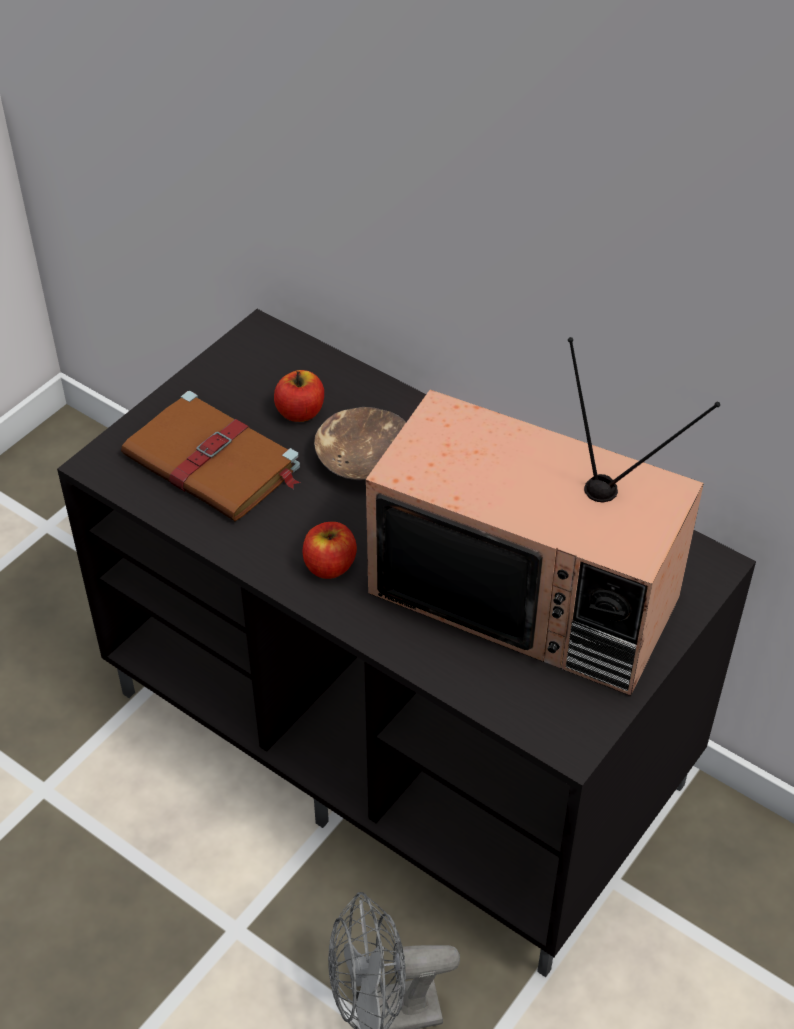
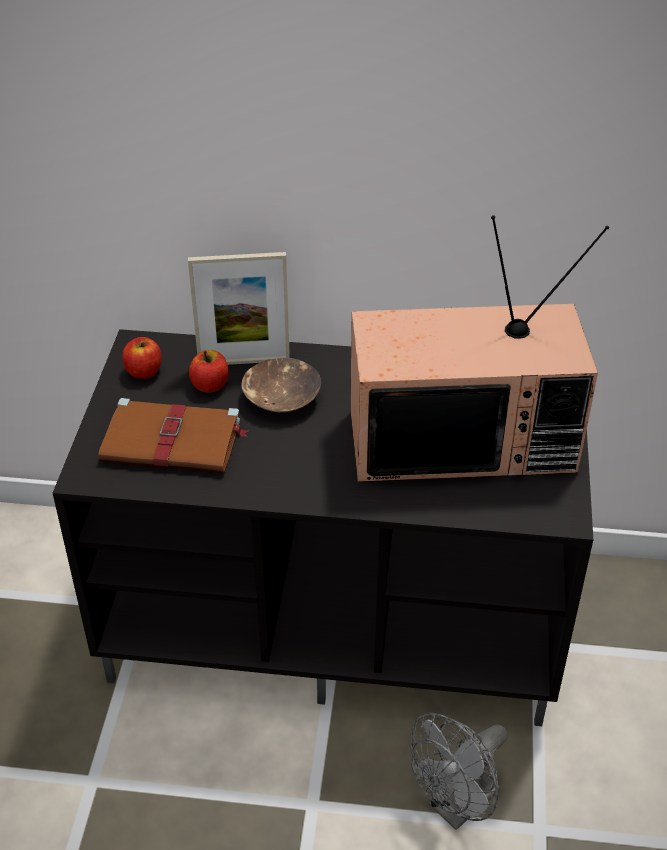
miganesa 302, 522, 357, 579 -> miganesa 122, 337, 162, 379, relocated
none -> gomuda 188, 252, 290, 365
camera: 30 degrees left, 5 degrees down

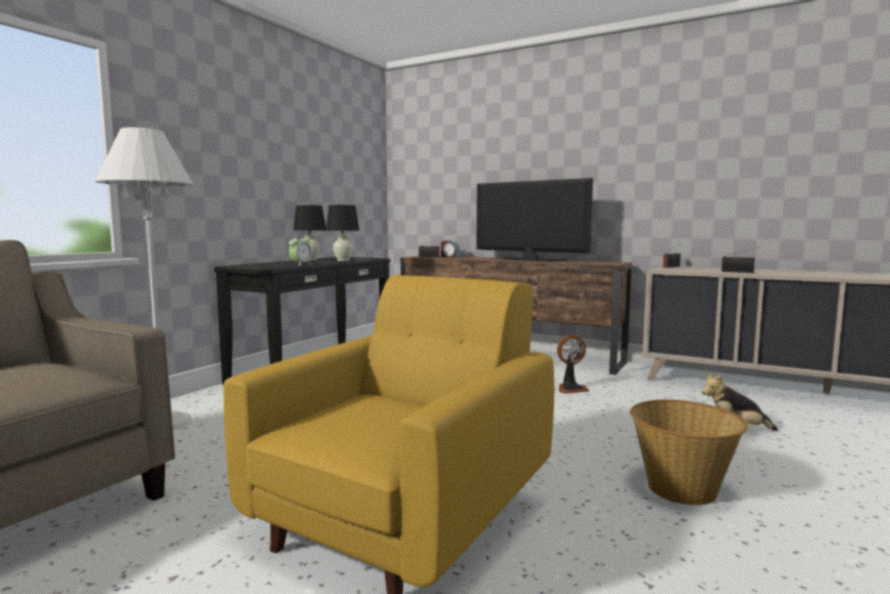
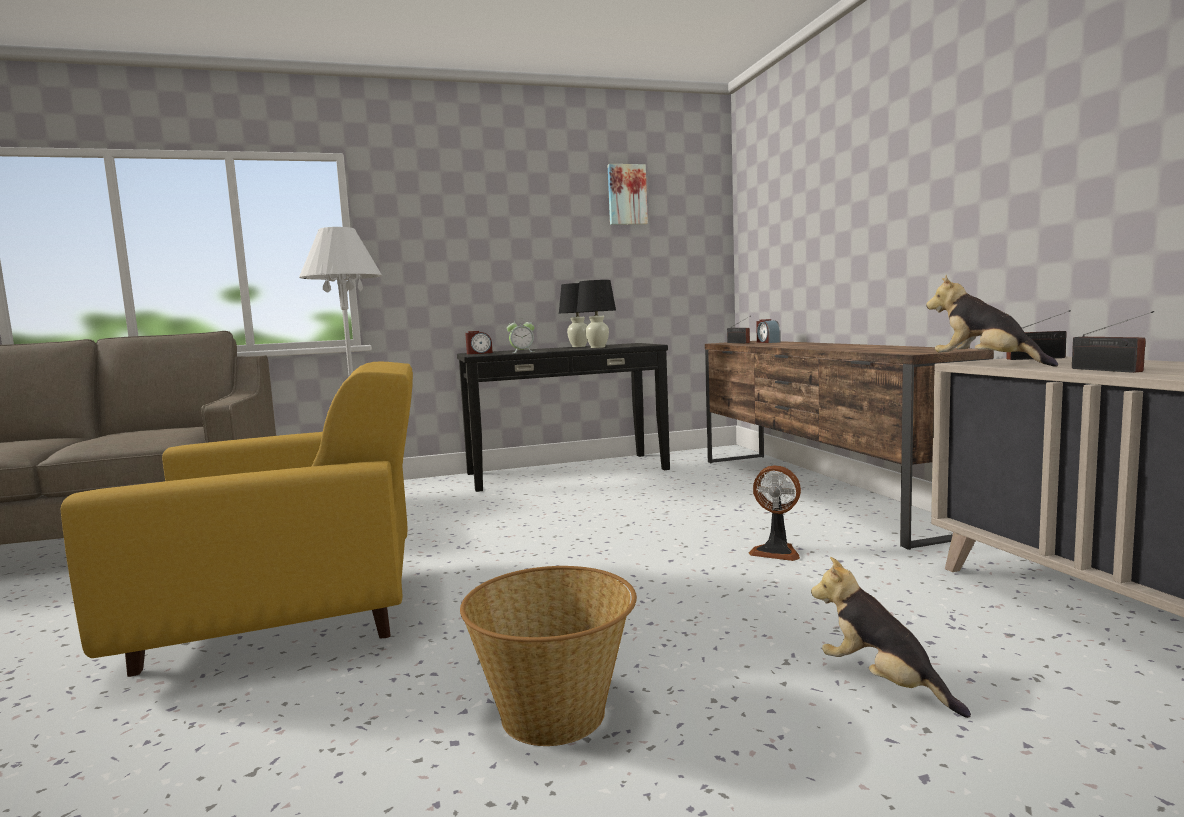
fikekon 476, 178, 593, 262 -> none
none -> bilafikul 465, 331, 493, 354
none -> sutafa 608, 164, 648, 225
none -> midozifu 926, 275, 1058, 367
camera: 45 degrees right, 0 degrees up

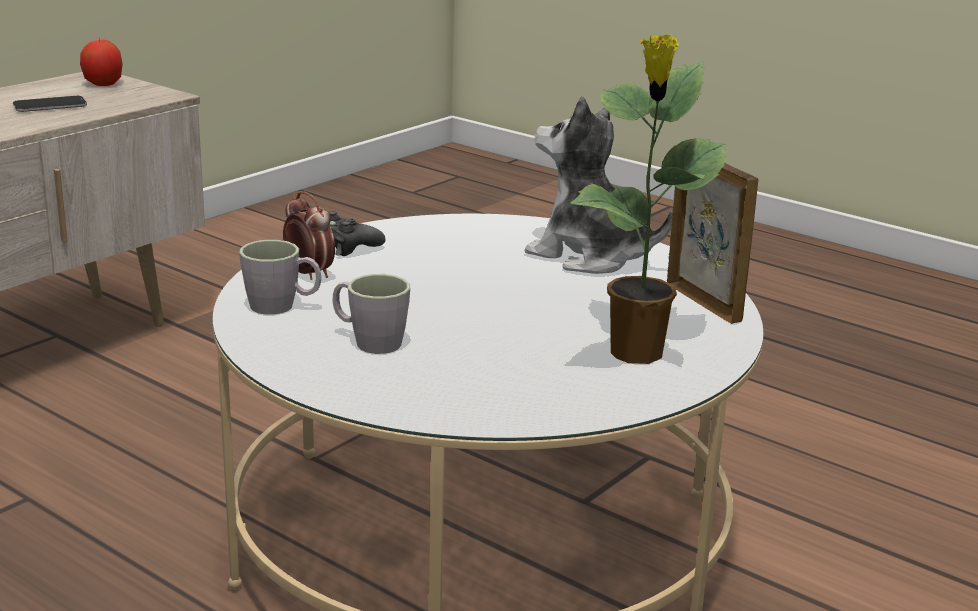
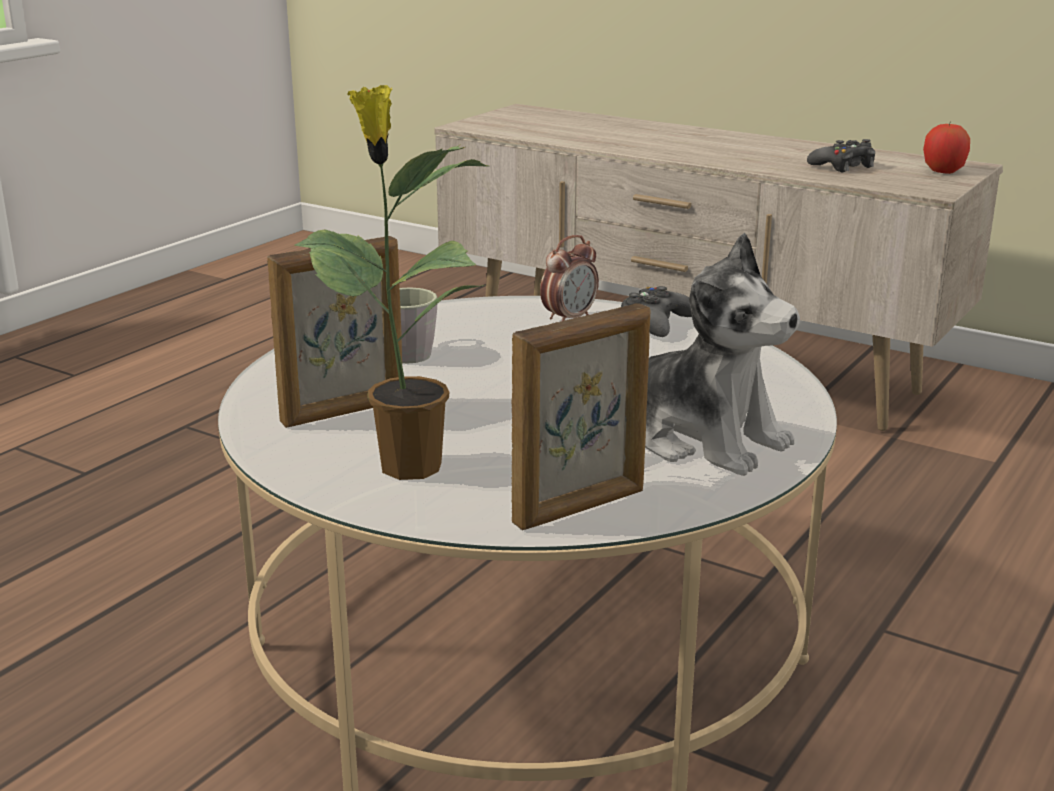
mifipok 13, 96, 87, 112 -> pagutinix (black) 807, 139, 875, 173
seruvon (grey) 239, 240, 321, 315 -> none
midozifu 525, 96, 673, 274 -> midozifu 645, 233, 800, 476, 105 degrees clockwise
none -> gomuda 267, 236, 402, 428
camera: 85 degrees right, 0 degrees up

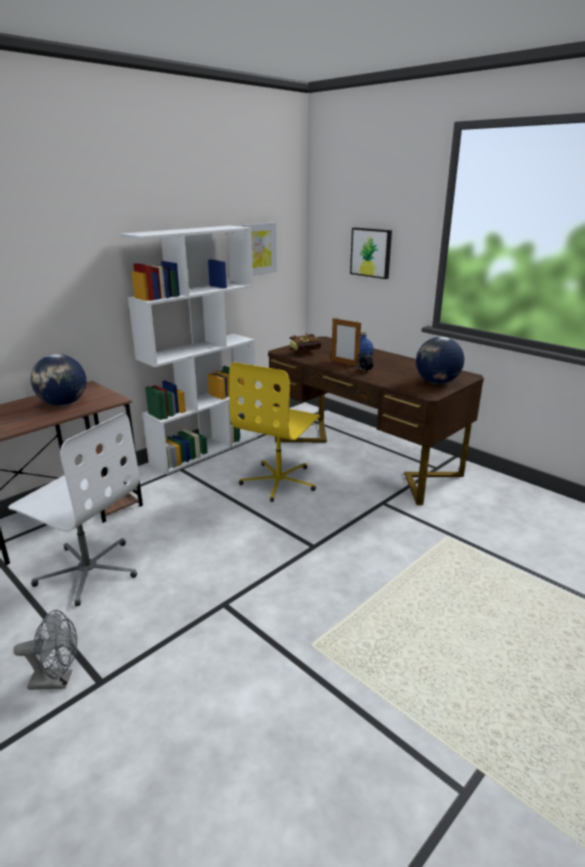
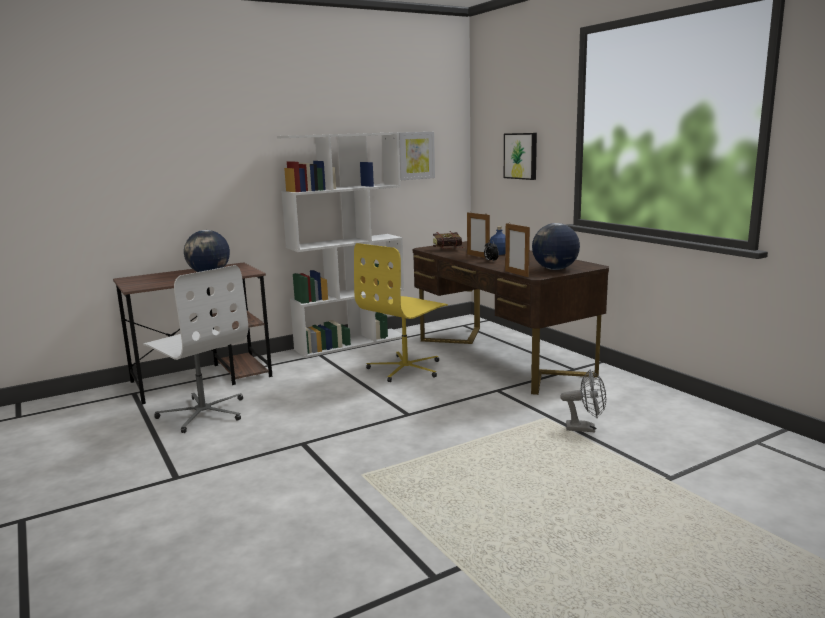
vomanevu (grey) 13, 610, 77, 690 -> vomanevu (grey) 560, 370, 606, 432, relocated
none -> gomuda 505, 223, 530, 277
camera: 15 degrees right, 10 degrees down

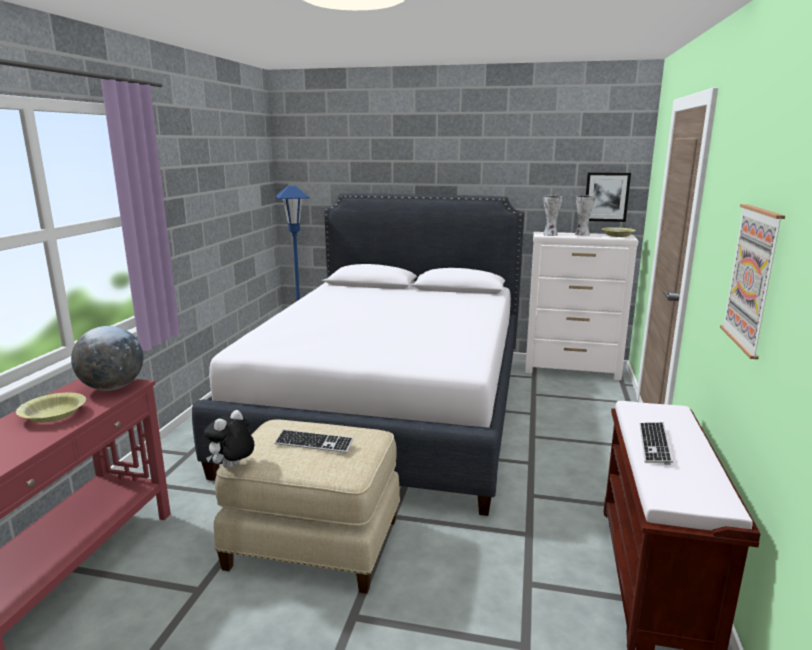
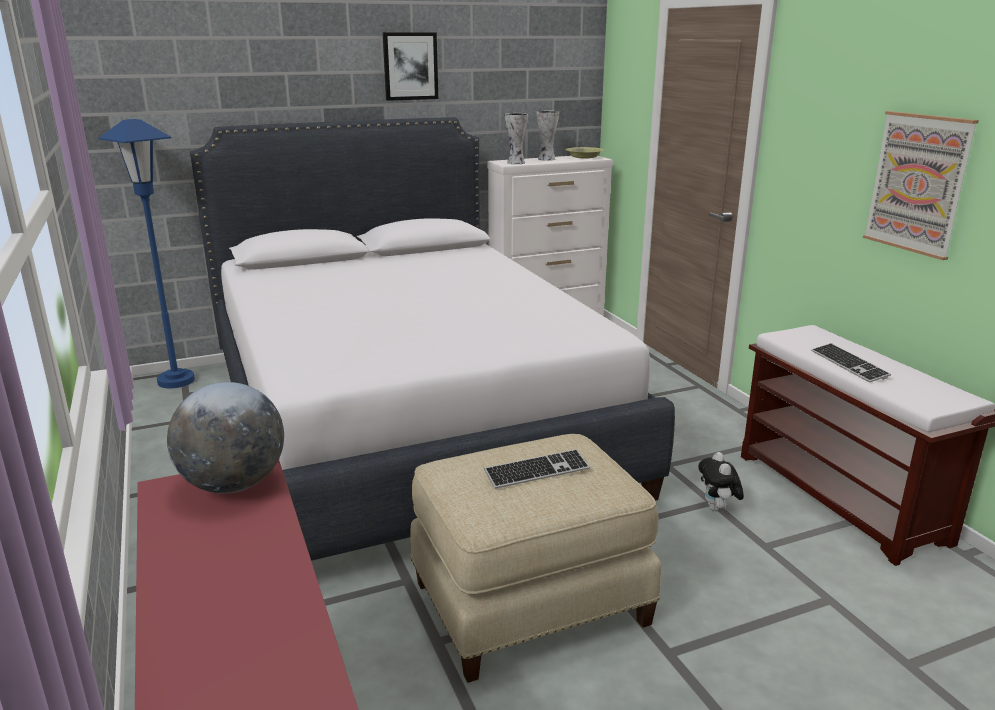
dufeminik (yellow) 16, 393, 86, 423 -> none
midozifu 204, 410, 254, 468 -> midozifu 698, 452, 744, 511, relocated
sutafa 586, 172, 631, 222 -> sutafa 383, 32, 438, 101, relocated
camera: 35 degrees left, 5 degrees up

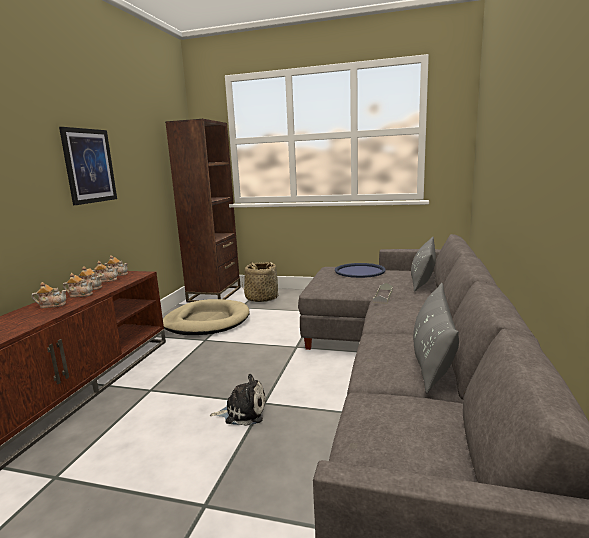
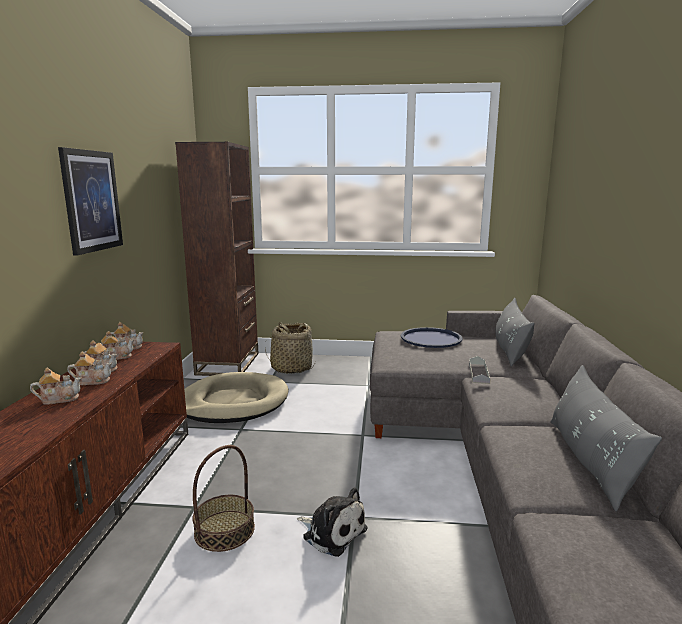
midozifu 210, 374, 266, 426 -> midozifu 297, 487, 367, 557, 45 degrees clockwise
none -> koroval 192, 445, 255, 552
camera: 10 degrees left, 0 degrees up

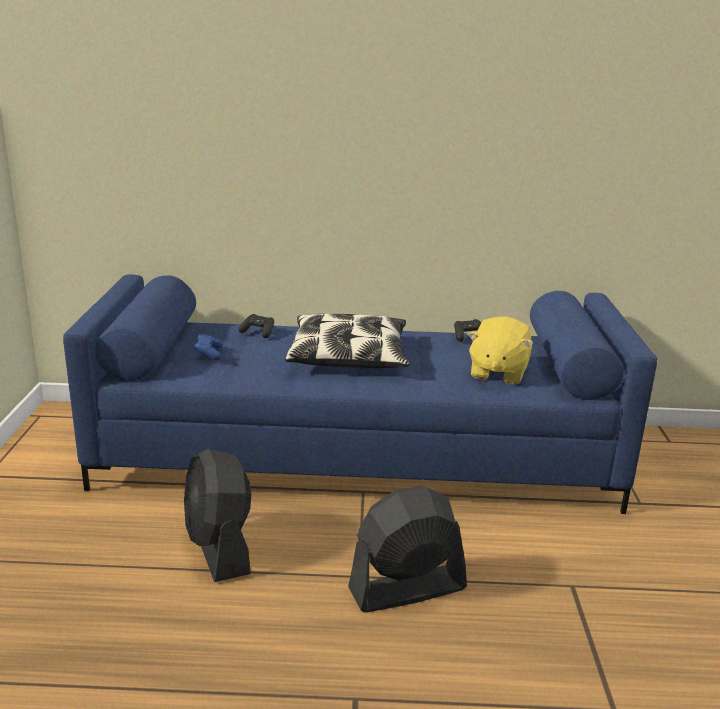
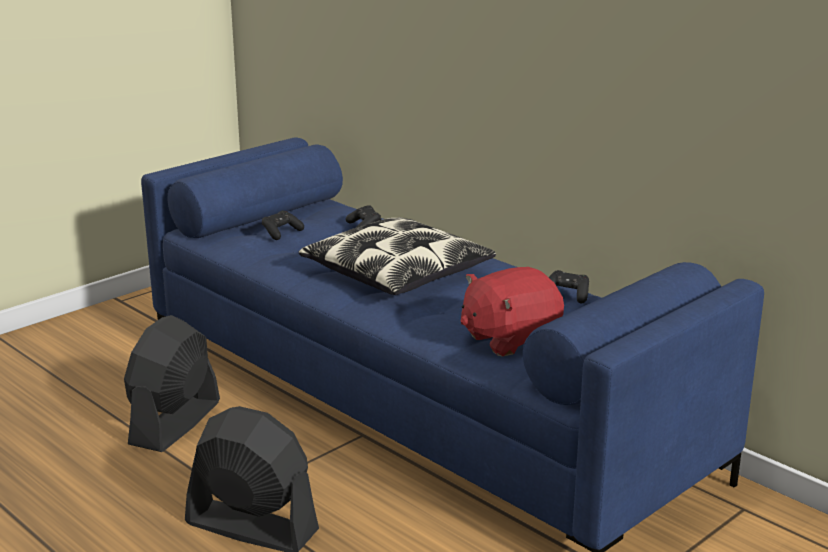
pagutinix (blue) 194, 334, 223, 360 -> pagutinix (black) 262, 211, 304, 240
midozifu (yellow) 467, 316, 533, 385 -> midozifu (red) 461, 267, 564, 356
camera: 45 degrees right, 0 degrees up

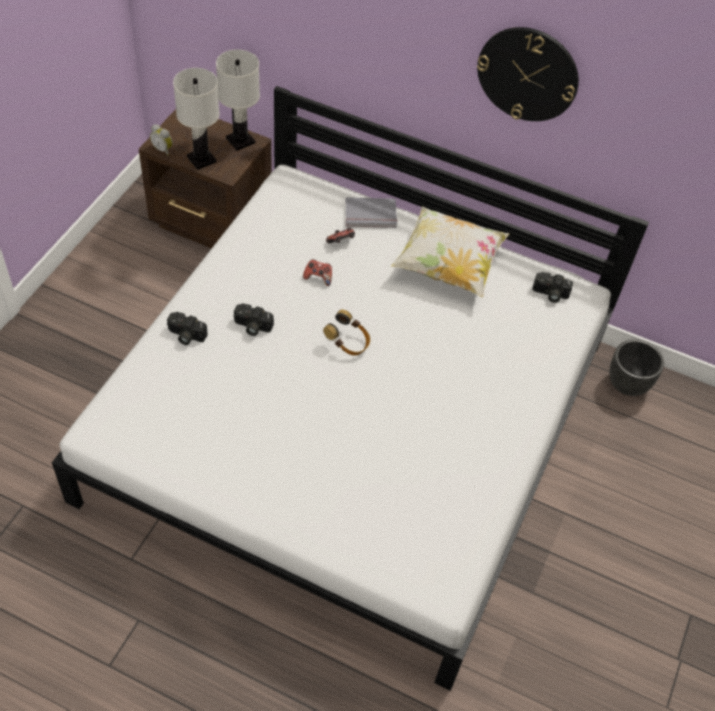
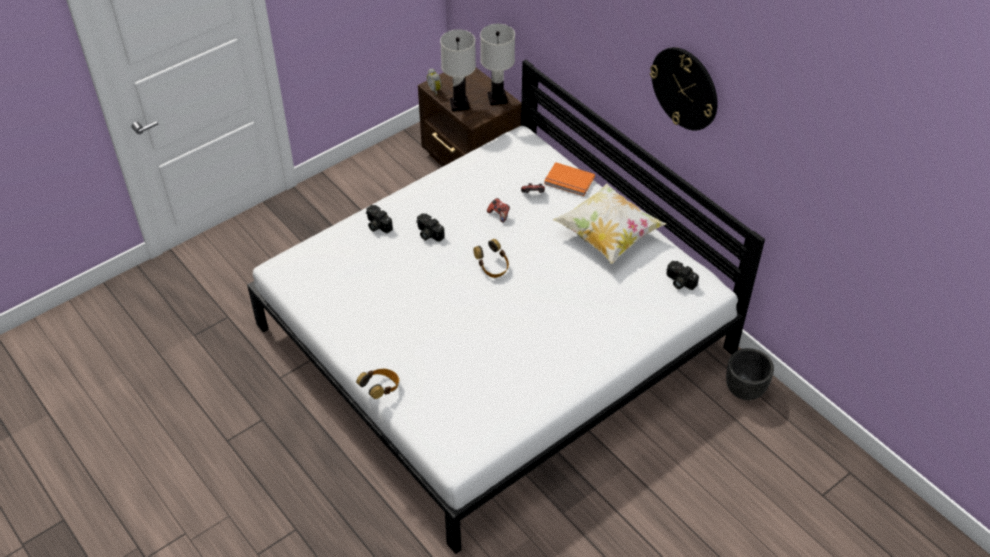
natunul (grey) 346, 197, 397, 228 -> natunul (orange) 544, 162, 595, 196
none -> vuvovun 356, 369, 399, 399
camera: 30 degrees right, 5 degrees down

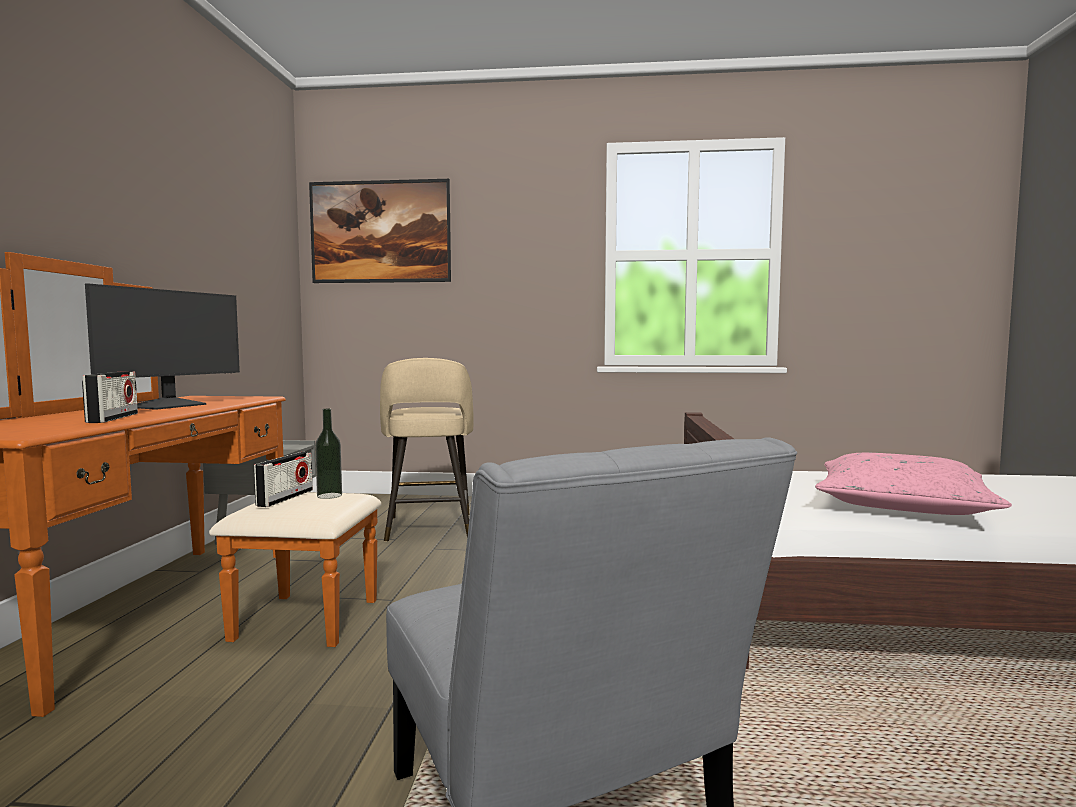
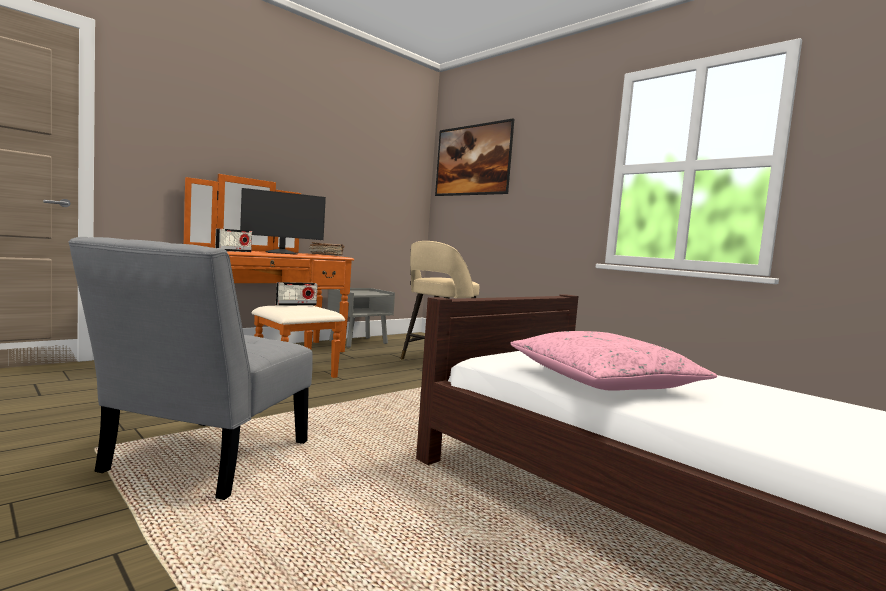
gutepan 315, 409, 342, 499 -> none
none -> natunul (brown) 309, 242, 345, 255
camera: 40 degrees right, 0 degrees up

